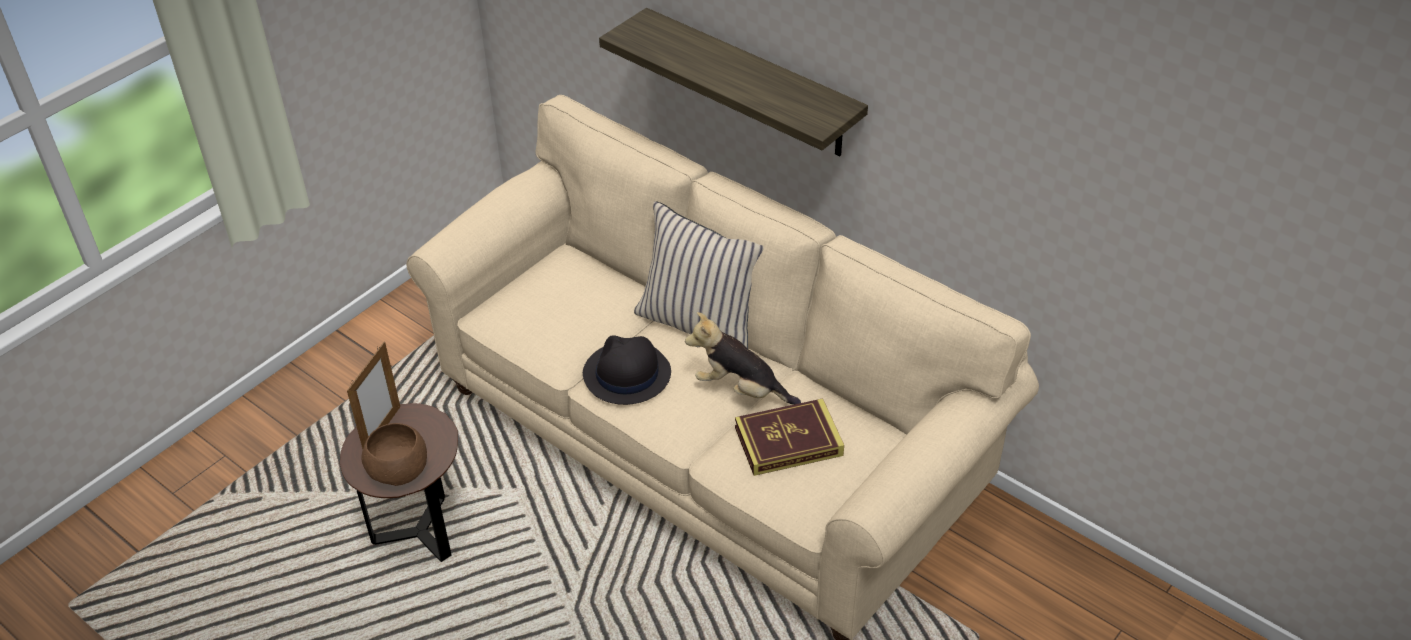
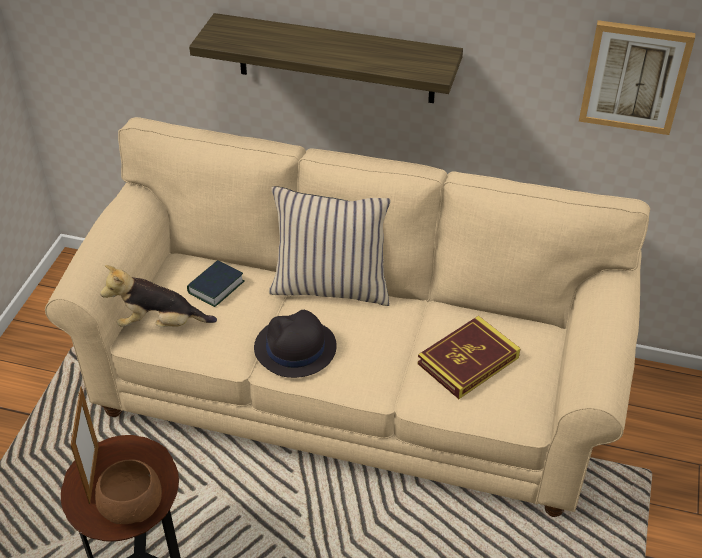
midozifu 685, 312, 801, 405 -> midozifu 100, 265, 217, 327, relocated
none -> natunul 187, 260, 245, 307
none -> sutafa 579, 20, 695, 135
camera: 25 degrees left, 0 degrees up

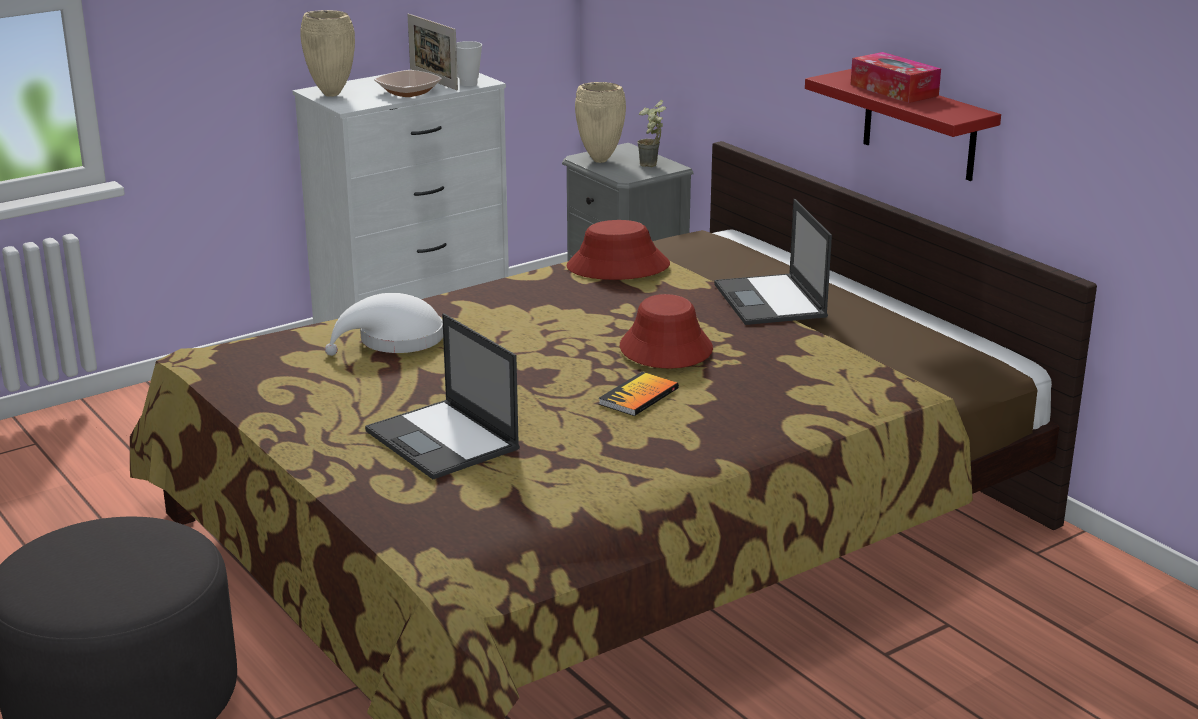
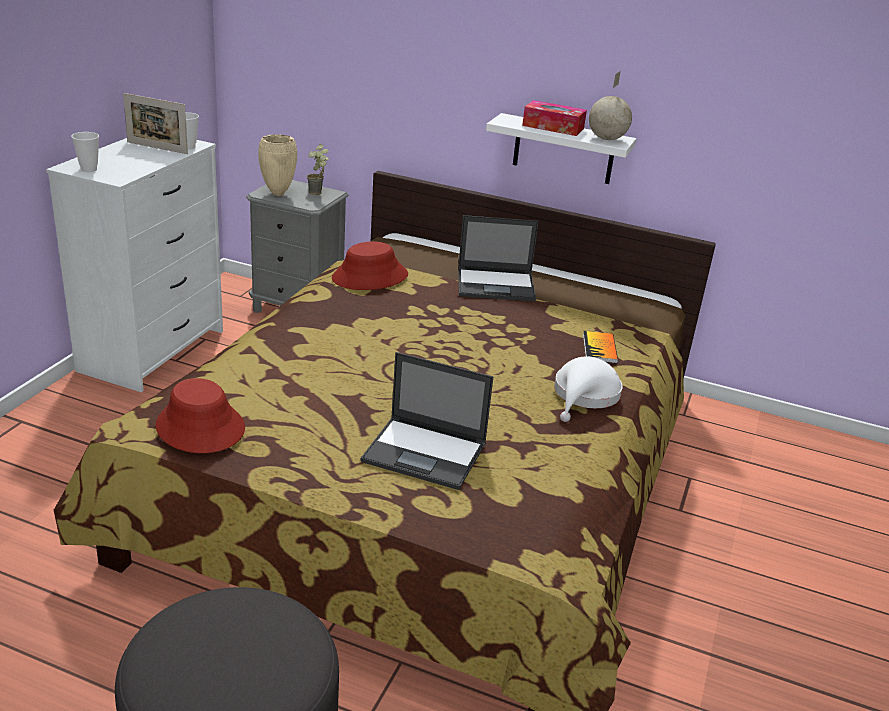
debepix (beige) 300, 10, 355, 97 -> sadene 71, 132, 99, 172
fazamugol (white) 325, 293, 443, 356 -> fazamugol (white) 554, 356, 623, 422, relocated
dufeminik 374, 70, 442, 97 -> none
natunul 599, 372, 679, 416 -> natunul 583, 331, 618, 363, relocated
fazamugol (red) 620, 294, 713, 368 -> fazamugol (red) 155, 378, 245, 453, relocated
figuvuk 714, 199, 832, 325 -> figuvuk 458, 215, 539, 301, 45 degrees counterclockwise
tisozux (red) 805, 69, 1001, 181 -> tisozux (white) 486, 113, 636, 184
none -> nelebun 589, 71, 632, 140
camera: 35 degrees left, 5 degrees up

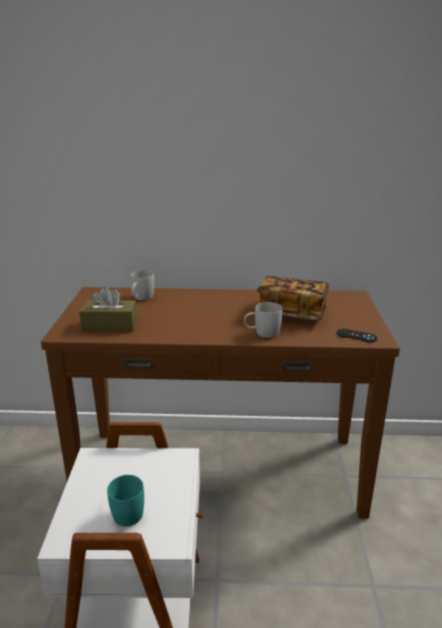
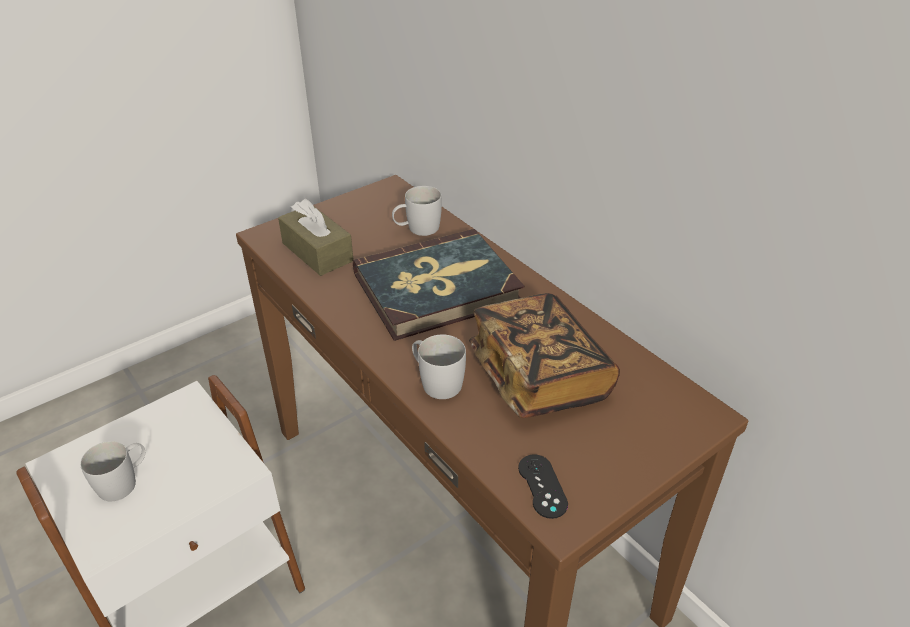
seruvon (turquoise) 107, 475, 144, 527 -> seruvon (white) 80, 441, 145, 501
none -> natunul 353, 229, 524, 341
camera: 50 degrees right, 15 degrees up

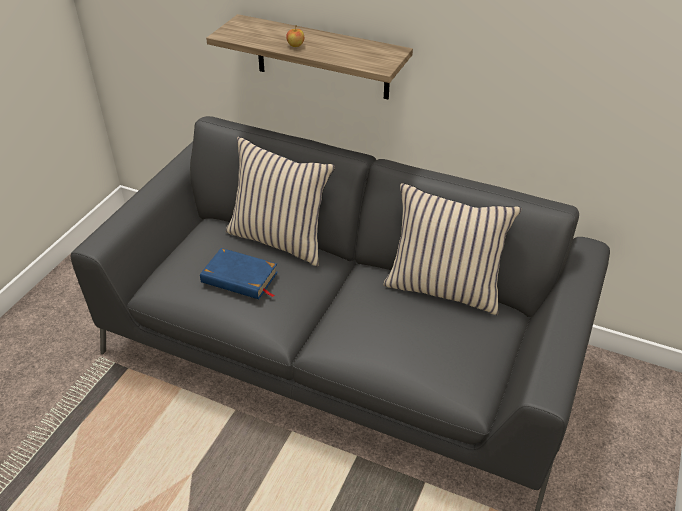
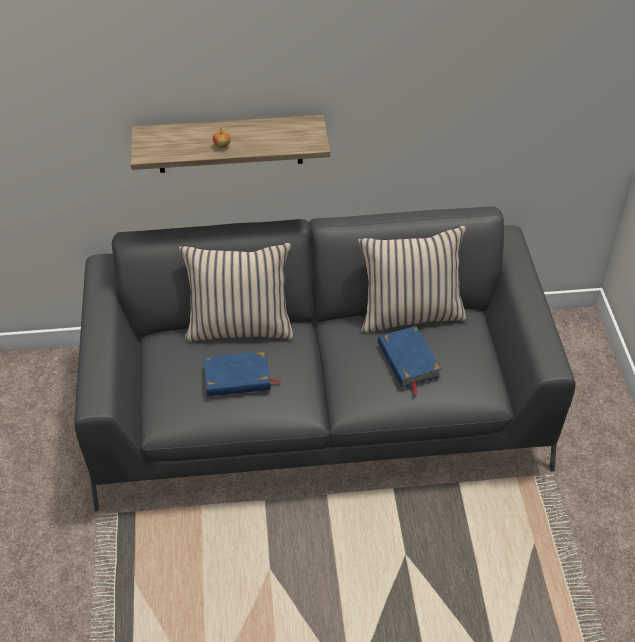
none -> natunul (blue) 378, 326, 442, 394
camera: 30 degrees left, 5 degrees up

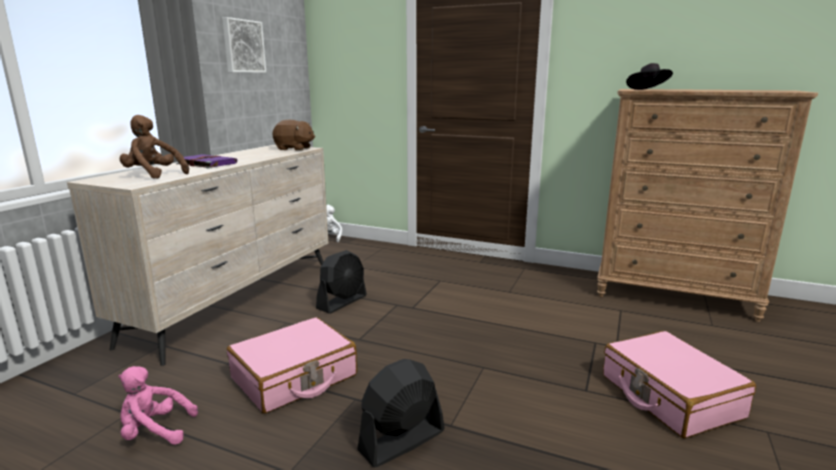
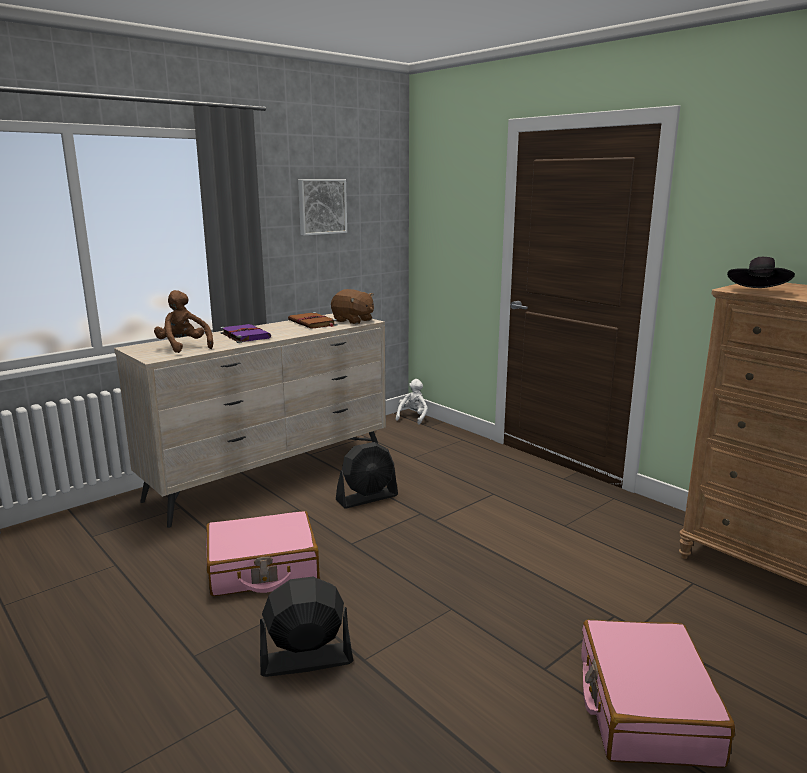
midozifu (pink) 118, 366, 198, 445 -> none
none -> natunul (brown) 288, 312, 337, 329
camera: 25 degrees right, 0 degrees up

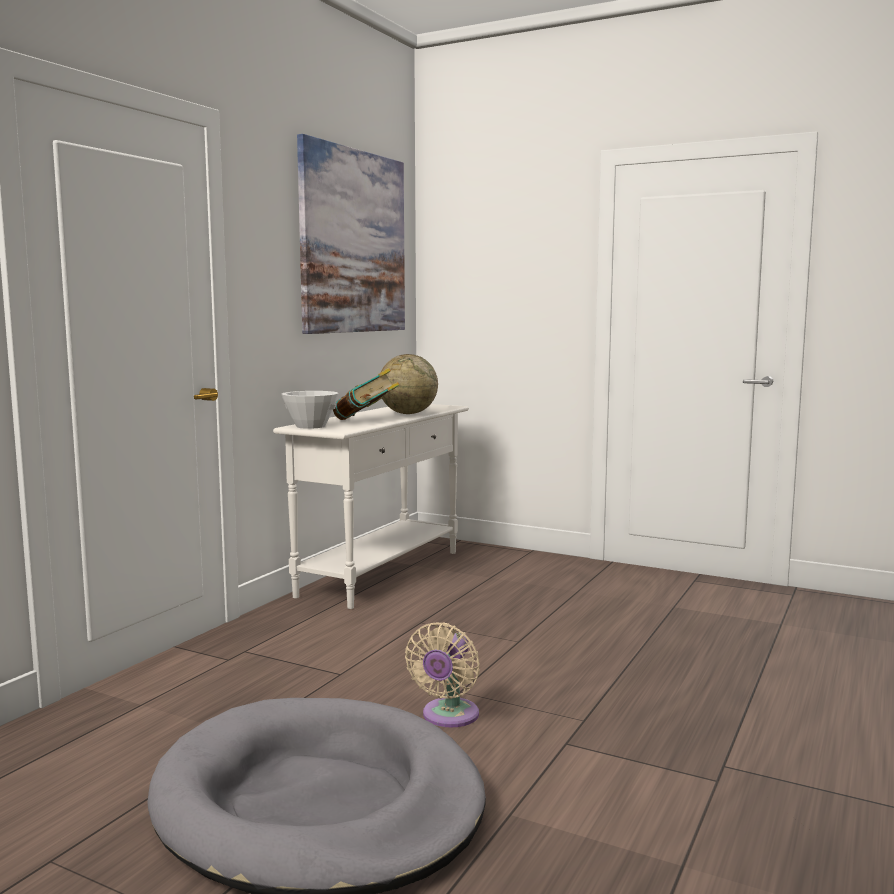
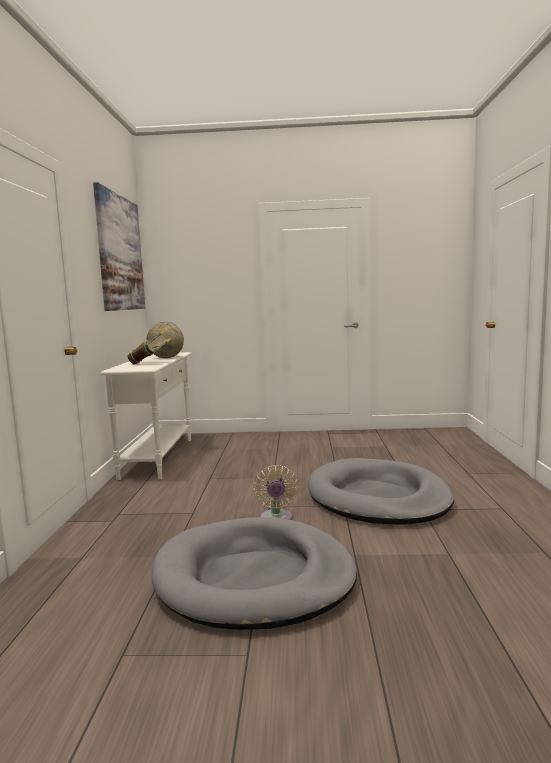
dufeminik (white) 281, 391, 338, 429 -> none
none -> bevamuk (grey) 308, 458, 454, 525
camera: 25 degrees left, 0 degrees up

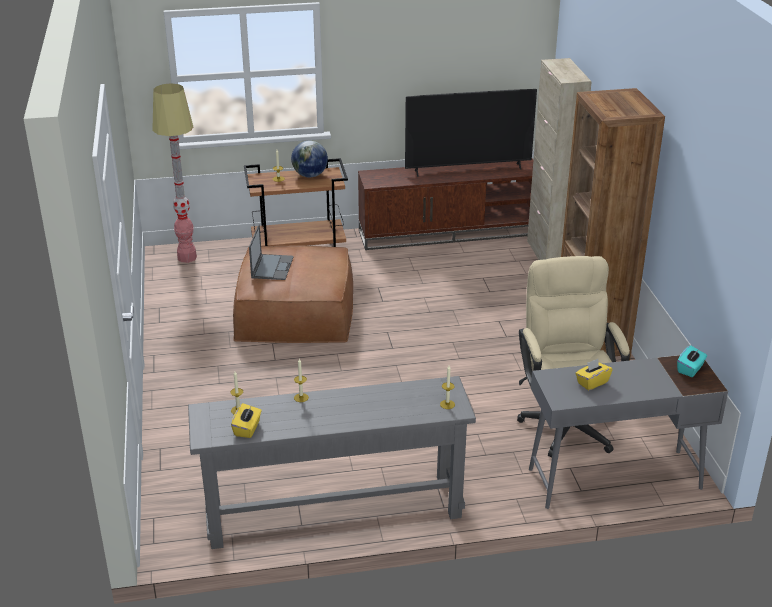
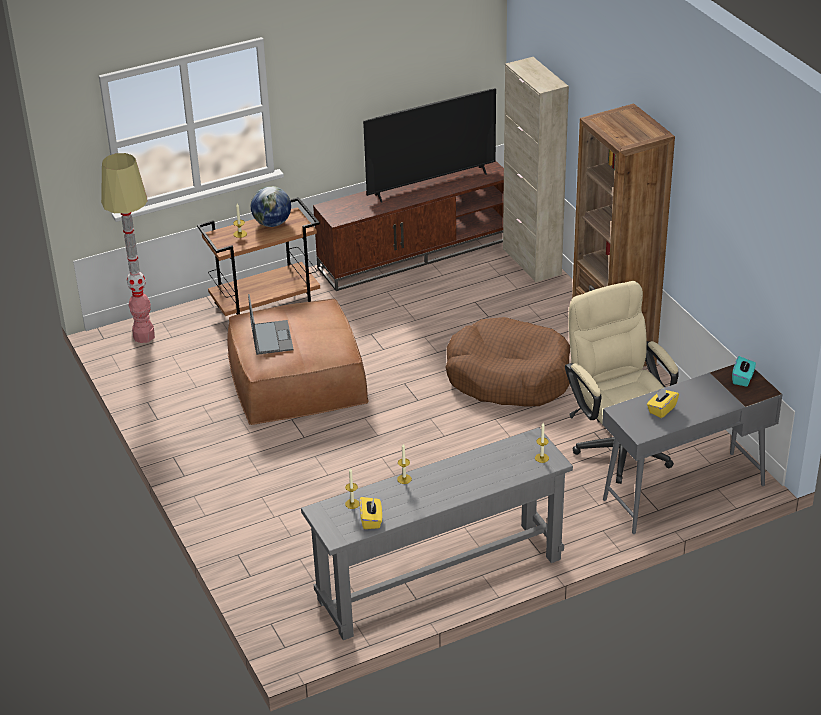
none -> bevamuk (brown) 446, 317, 570, 406
camera: 15 degrees left, 5 degrees up

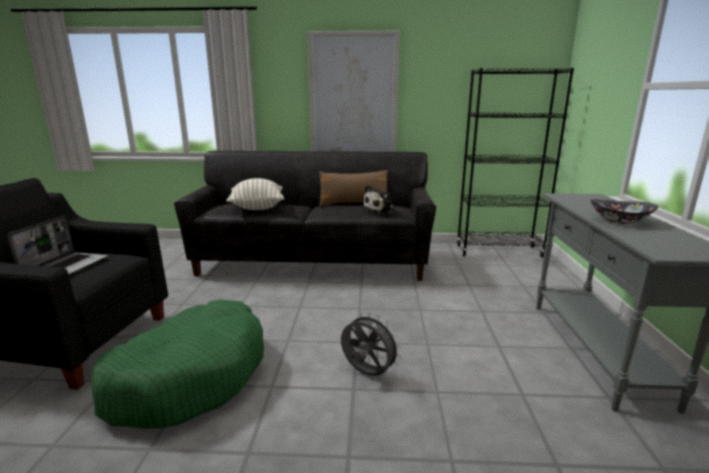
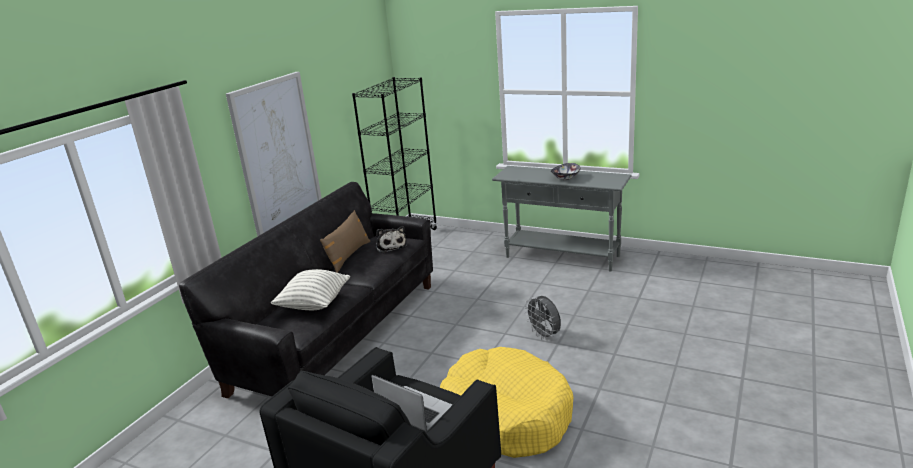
bevamuk (green) 91, 300, 264, 429 -> bevamuk (yellow) 440, 347, 573, 458
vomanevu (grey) 341, 312, 402, 376 -> vomanevu (grey) 524, 296, 561, 340, 90 degrees counterclockwise
camera: 65 degrees left, 5 degrees up

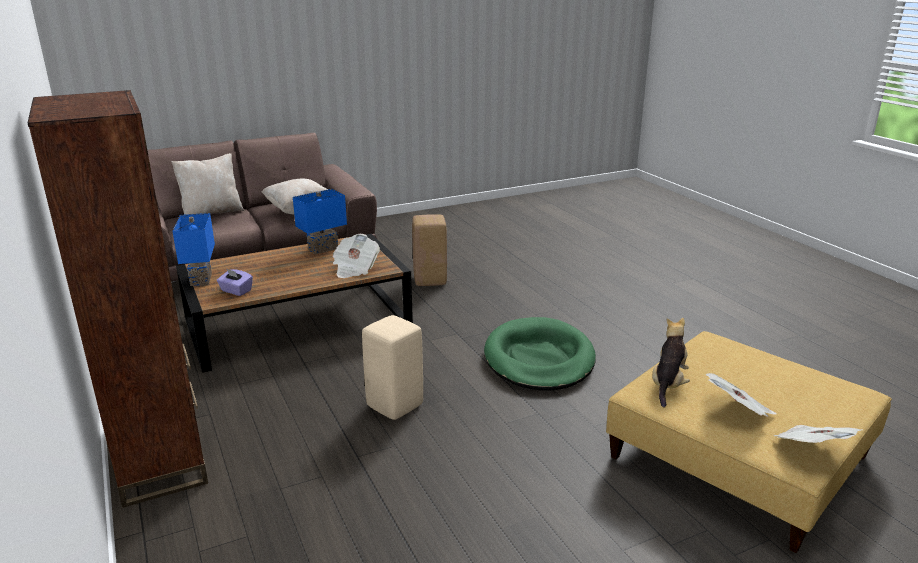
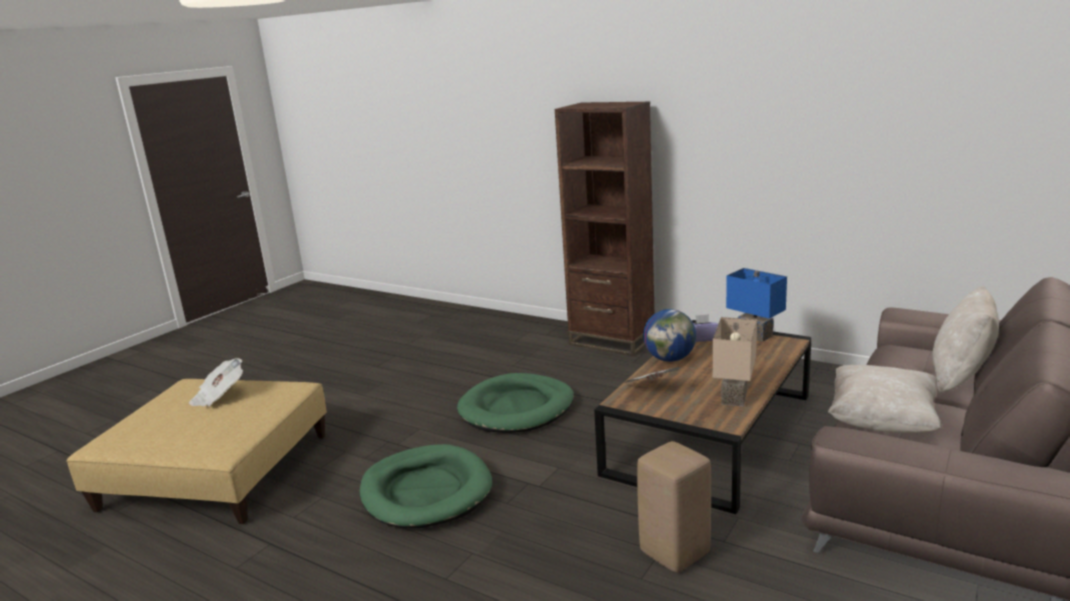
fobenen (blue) 293, 189, 347, 255 -> fobenen (beige) 713, 317, 757, 407
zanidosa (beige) 362, 315, 423, 420 -> bevamuk (green) 457, 373, 574, 433
midozifu 652, 318, 690, 408 -> none
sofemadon 774, 425, 862, 443 -> none
none -> nelebun 643, 309, 696, 362
camera: 150 degrees right, 5 degrees down

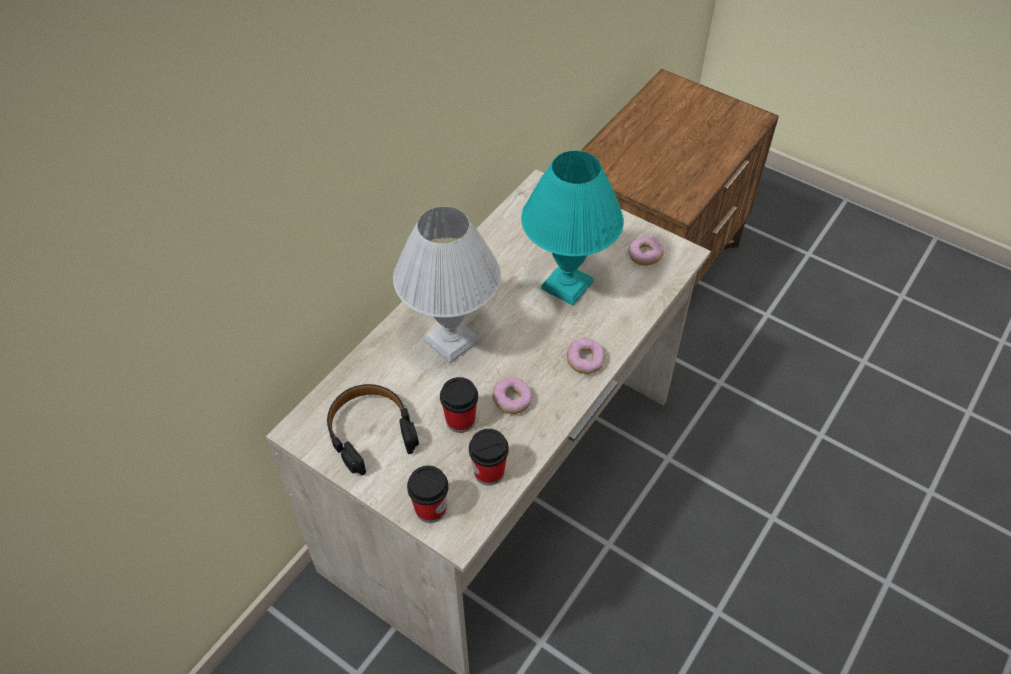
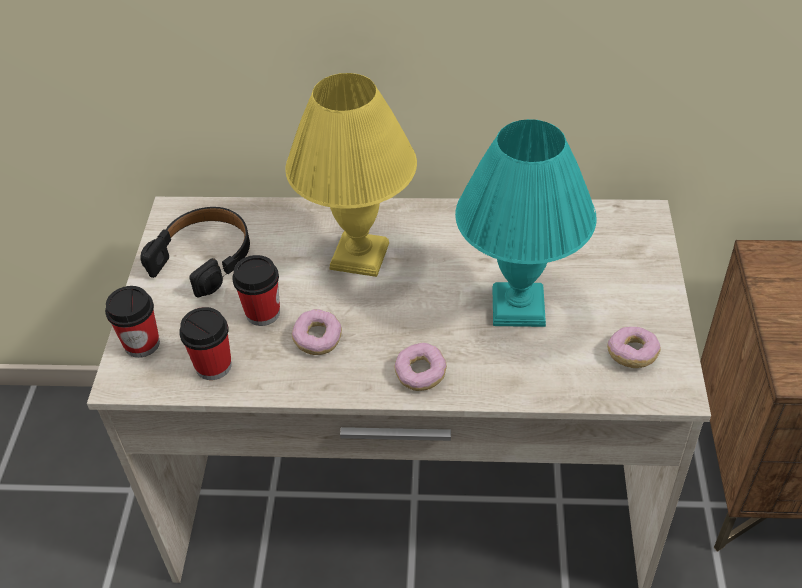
fobenen (white) 393, 206, 501, 363 -> fobenen (yellow) 285, 73, 417, 277
camera: 60 degrees right, 5 degrees down

